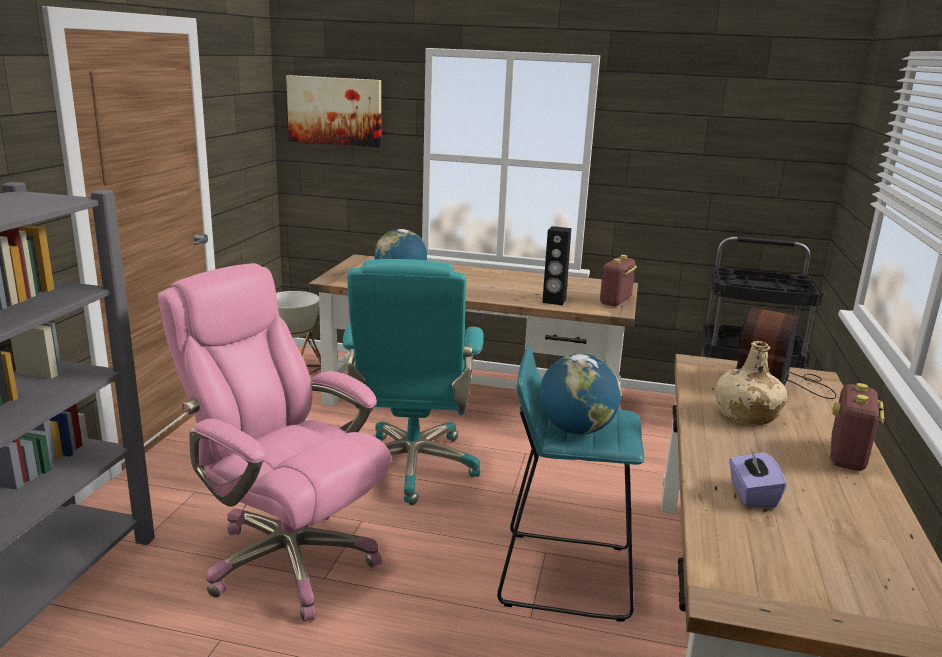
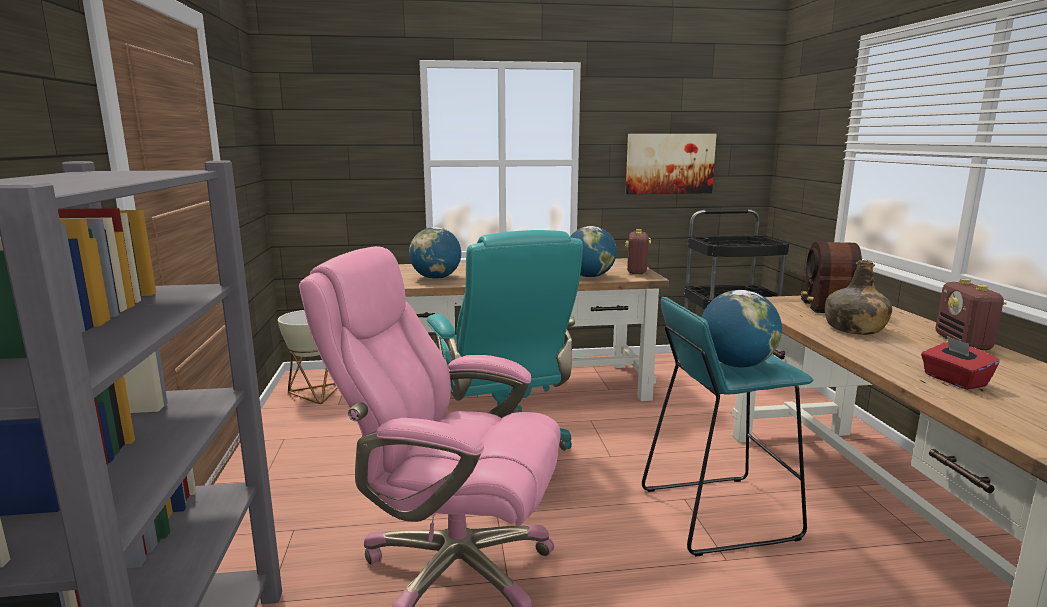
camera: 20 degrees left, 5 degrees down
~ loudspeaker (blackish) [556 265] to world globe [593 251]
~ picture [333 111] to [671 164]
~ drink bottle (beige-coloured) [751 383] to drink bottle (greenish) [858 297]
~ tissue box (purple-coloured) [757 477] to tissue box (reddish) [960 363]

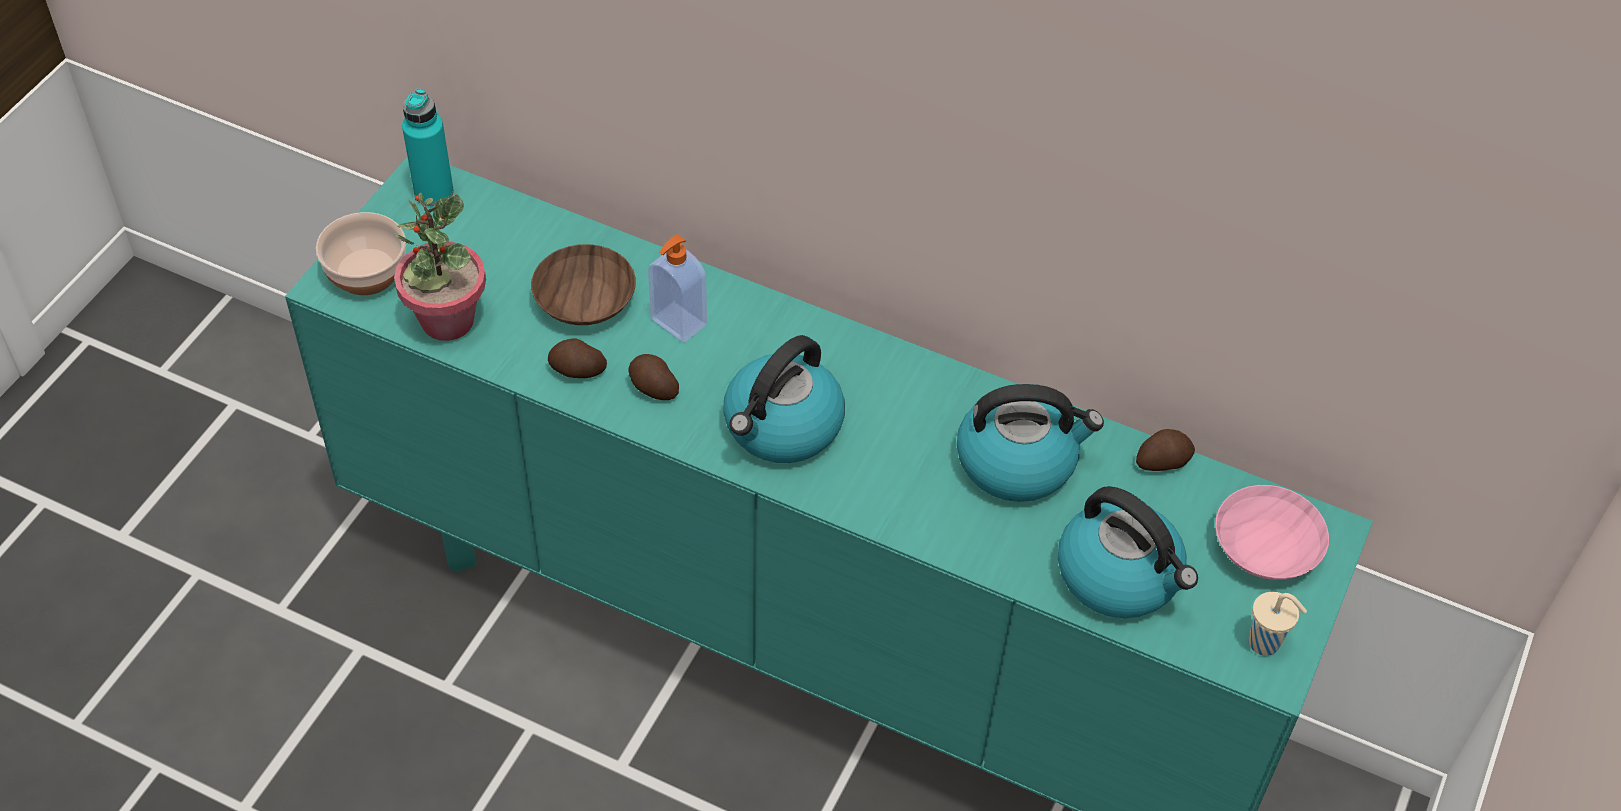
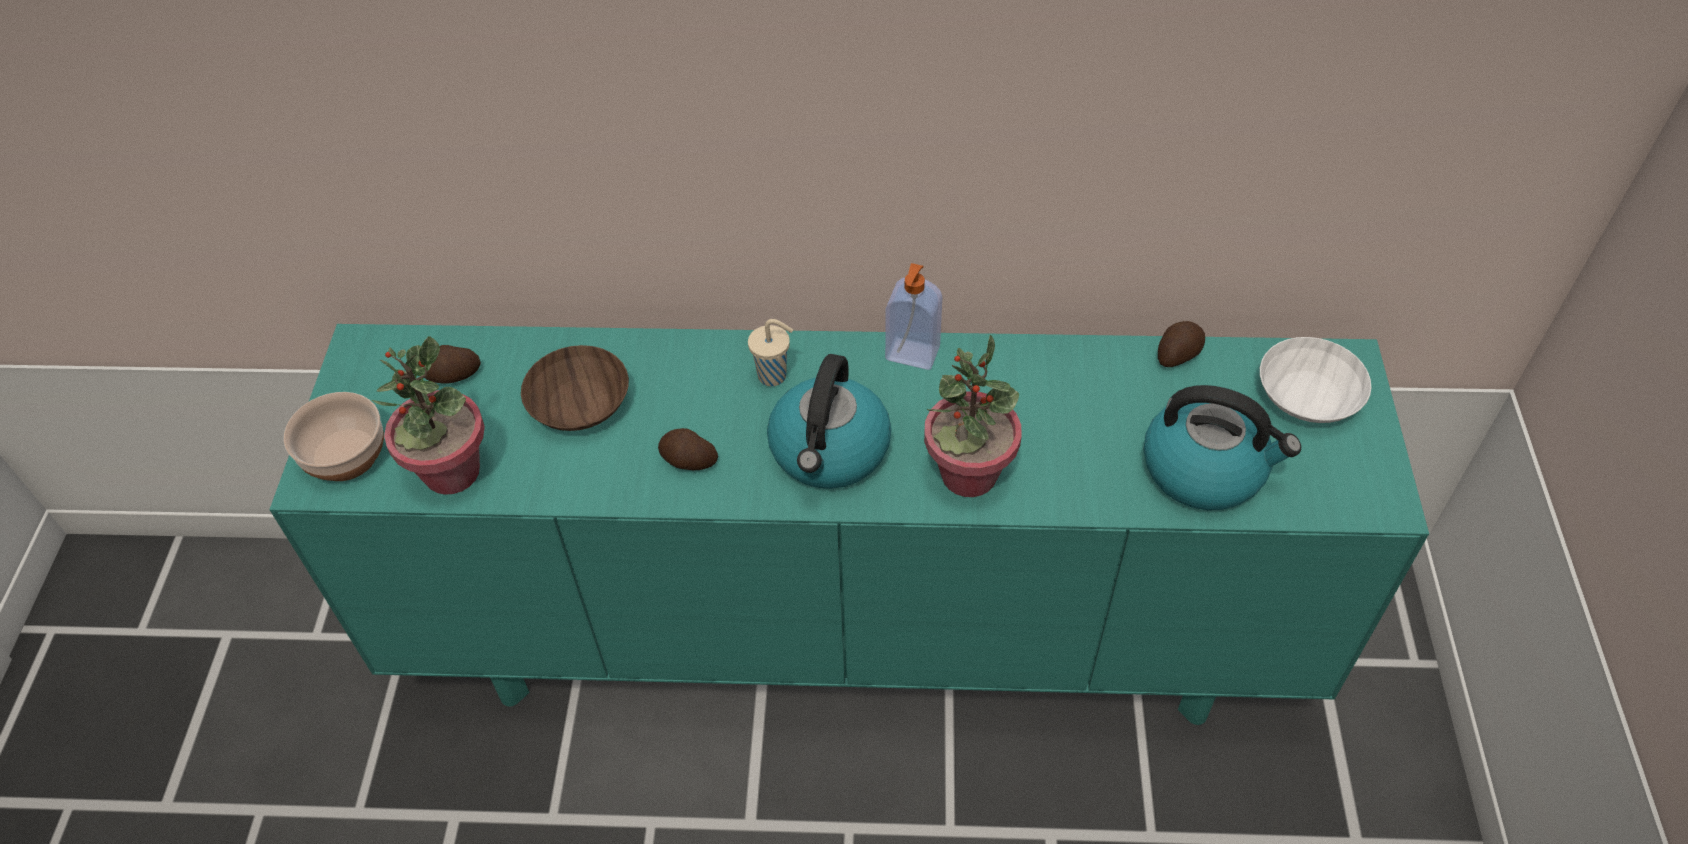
camera: 20 degrees left, 0 degrees up
~ whole potato [577 358] to [453 364]
~ drinking cup (beige-coloured) [1277 624] to [770 352]
~ soap dispenser [677 288] to [913 316]
+ potted plant [973 416]
~ bowl (pink-coloured) [1272 532] to bowl (white-coloured) [1315 380]
- drink bottle (blue-green) [428 147]
- kettle [1030 443]

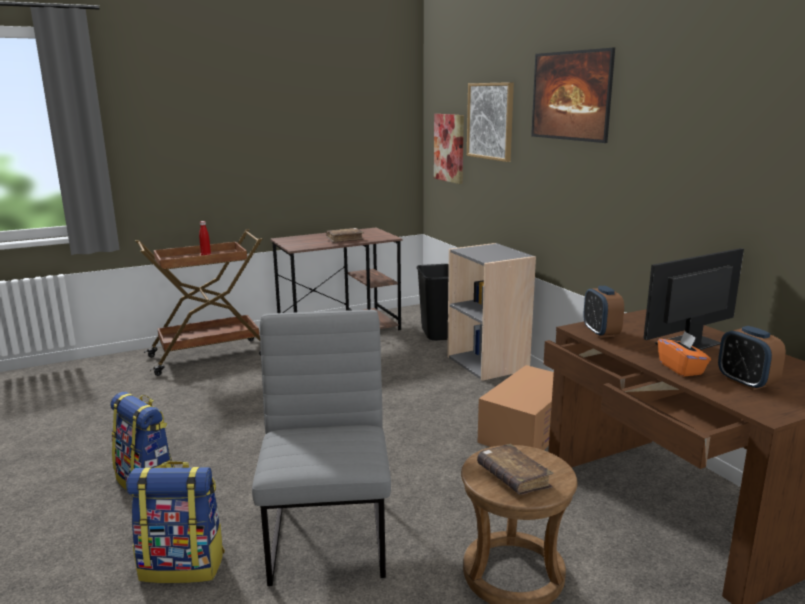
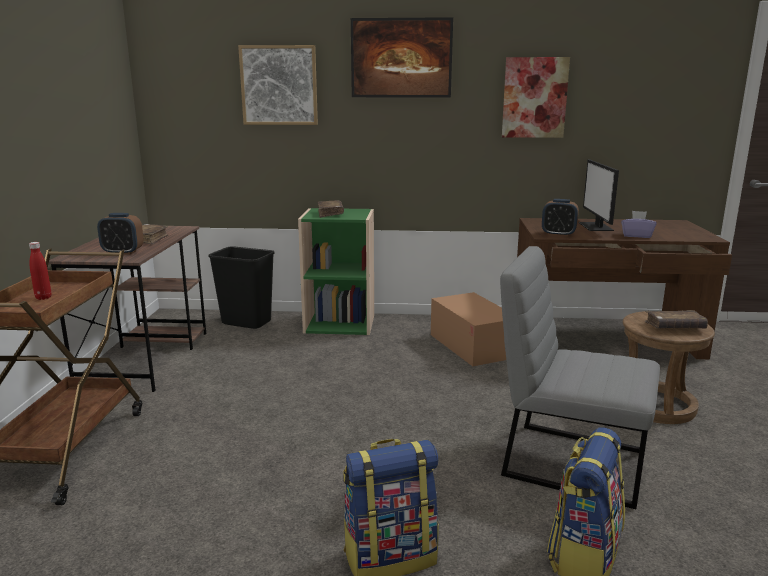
camera: 60 degrees left, 0 degrees up
~ alarm clock [752 358] to [120 234]
~ bookcase (grey) [491 312] to bookcase (greenish) [336 271]
+ book (brown-coloured) [330 209]
~ picture [449 149] to [536 97]
~ tissue box (orange-coloured) [684 354] to tissue box (purple-coloured) [639 224]

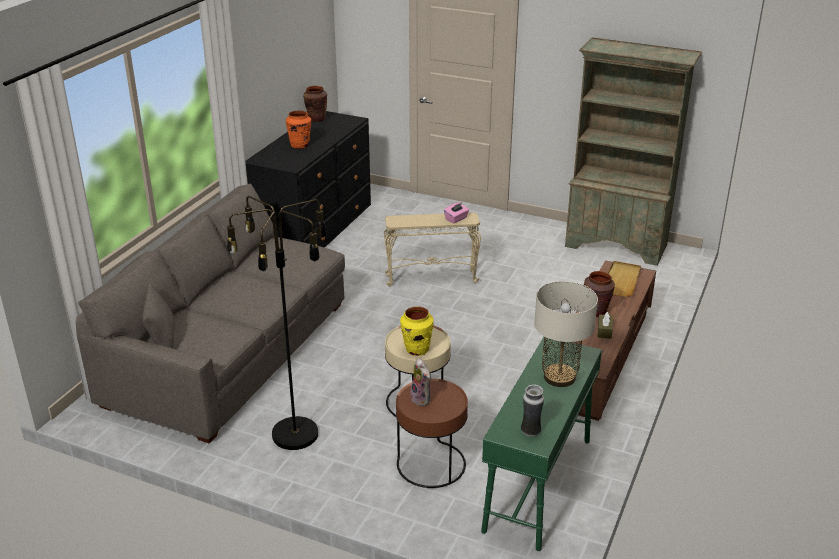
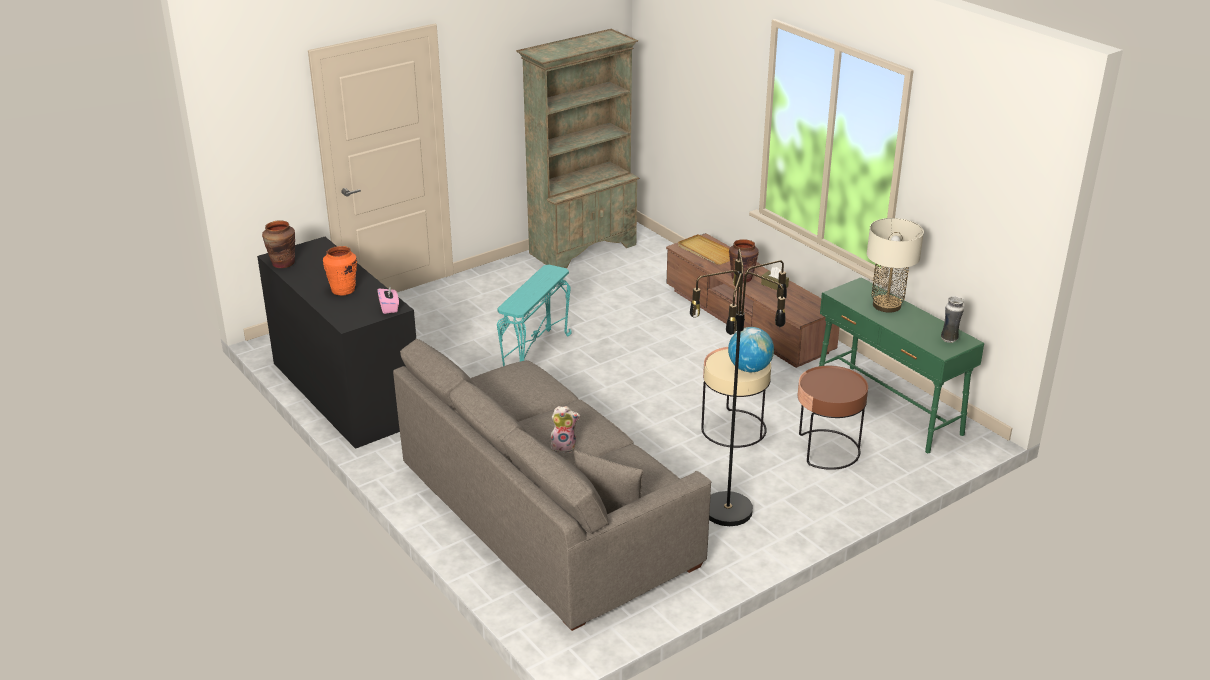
camera: 60 degrees left, 0 degrees up
~ tissue box (pink-coloured) [456 212] to [388 300]
~ end table (beige-coloured) [432 249] to end table (blue-green) [534 315]
~ soft toy [421 382] to [565 429]
~ vase (yellow-coloured) [417 331] to world globe [751 349]

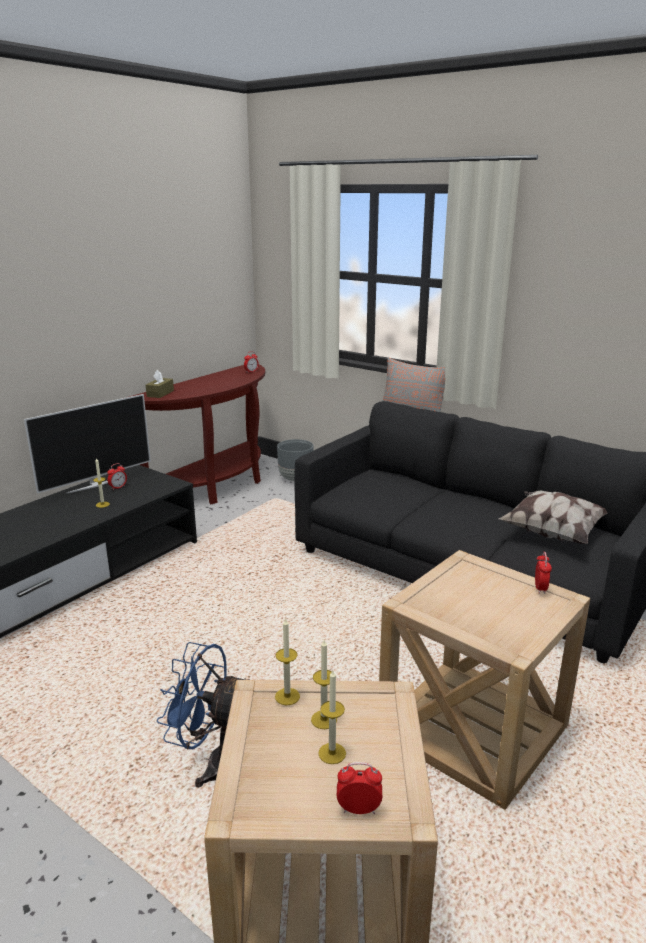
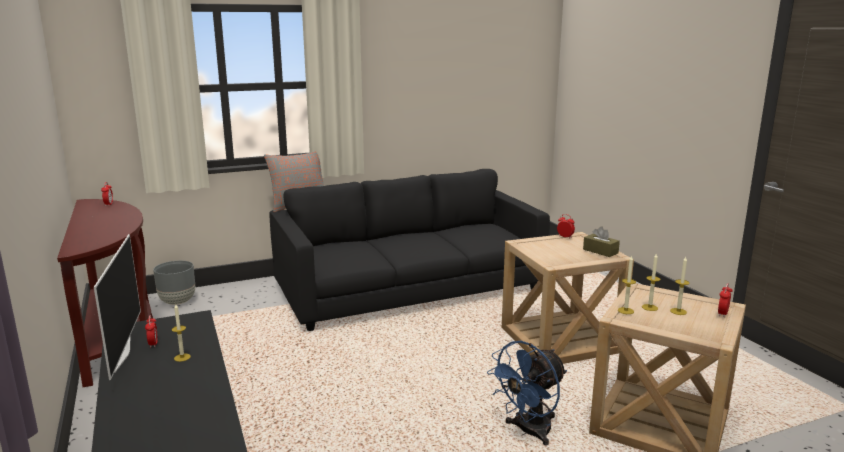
camera: 60 degrees left, 5 degrees down
~ tissue box (brown-coloured) [160 384] to [601 242]
- pillow [552 517]

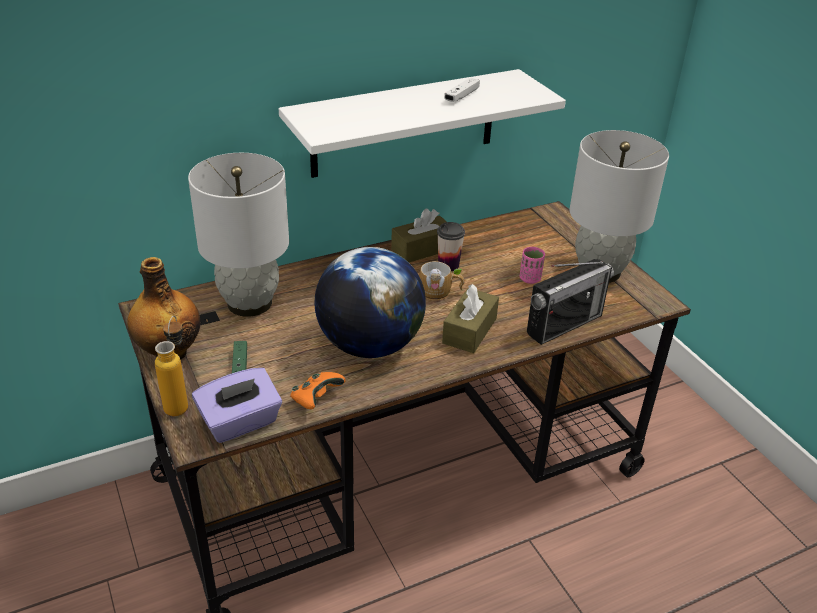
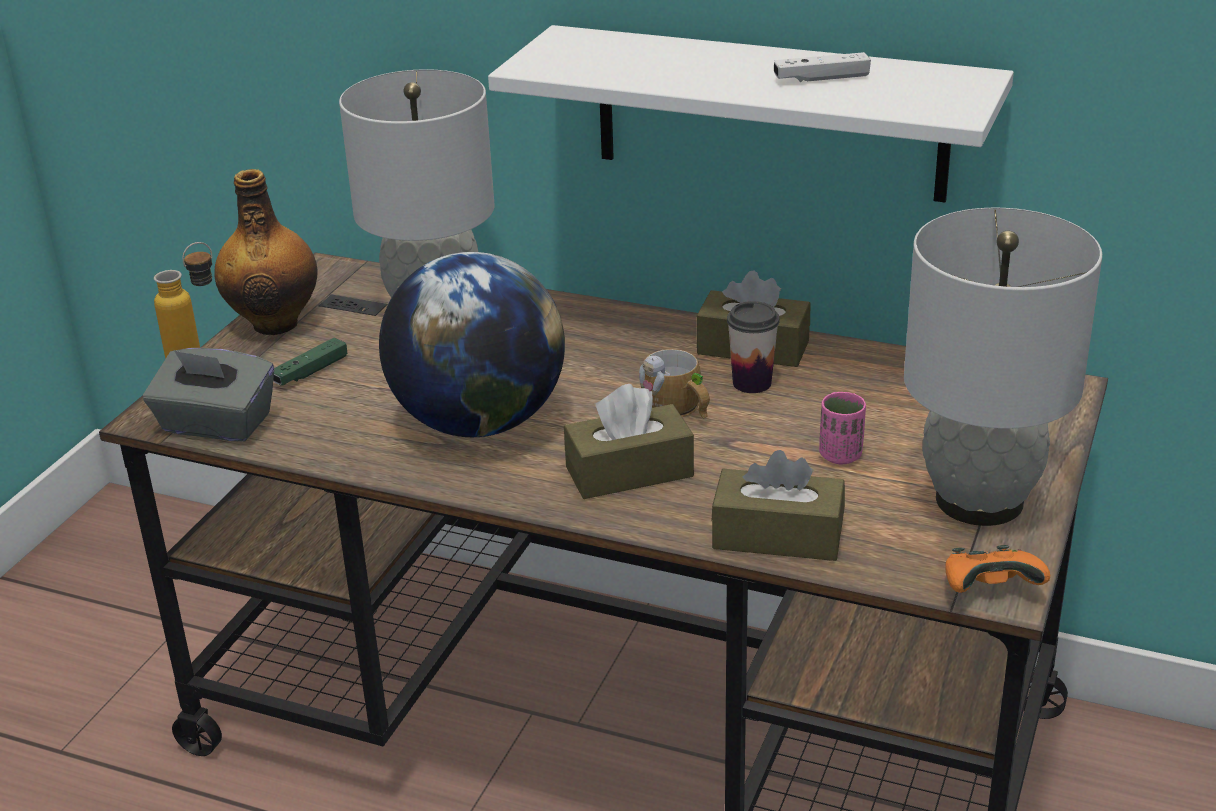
camera: 50 degrees right, 5 degrees down
~ tissue box (purple-coloured) [237 405] to tissue box (grey) [208 395]
~ radio set [570 302] to tissue box (brown-coloured) [778 505]
~ gamepad (orange-coloured) [318 390] to [997 569]

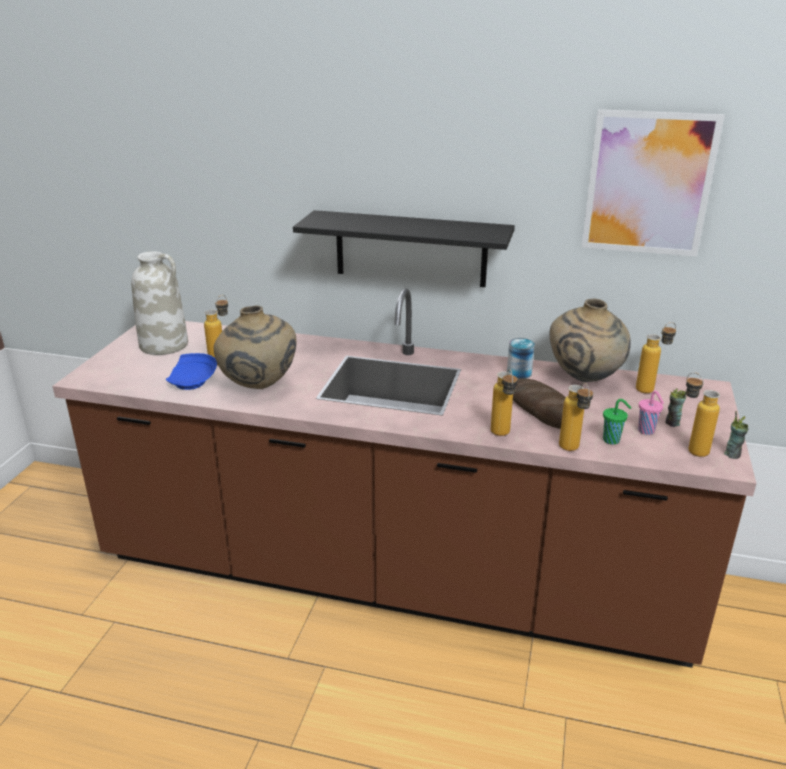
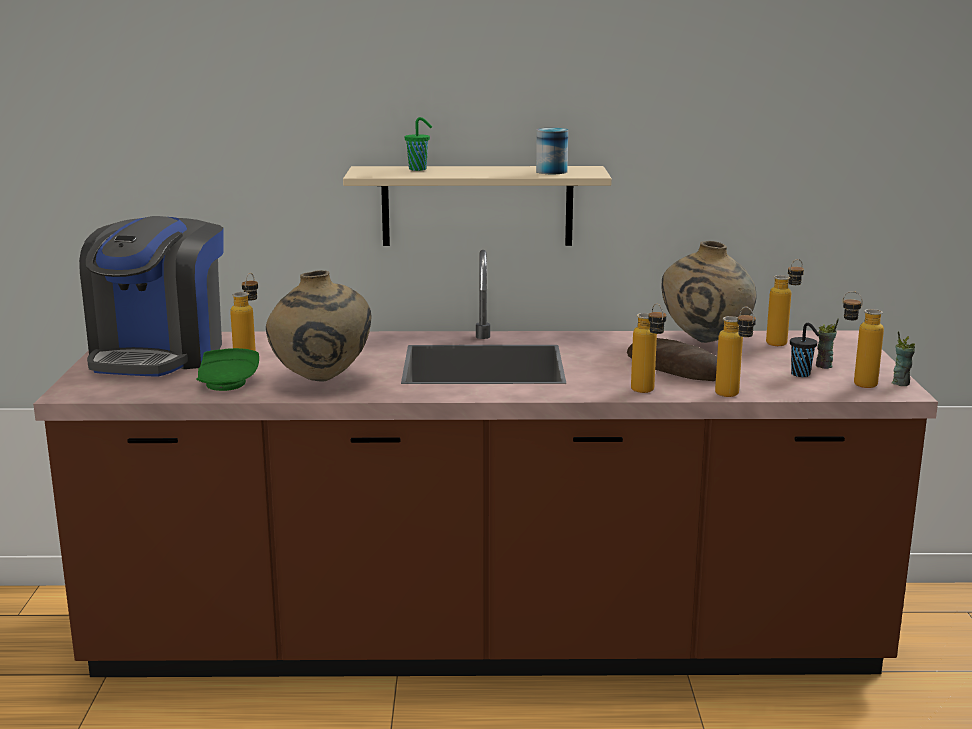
camera: 15 degrees left, 10 degrees down
~ vase (white-coloured) [159 303] to coffee brewer [151 296]
~ plate (bluish) [191 371] to plate (greenish) [227 369]
~ shelf (blackish) [404 248] to shelf (beige-coloured) [477 206]
~ drinking cup (greenish) [617 422] to [418 144]
~ metal can [521 358] to [552 151]
~ drinking cup (pink-coloured) [651 413] to drinking cup (blackish) [805 350]
- picture [653 183]

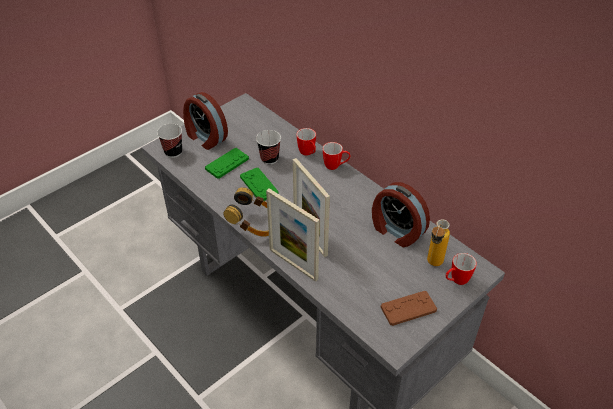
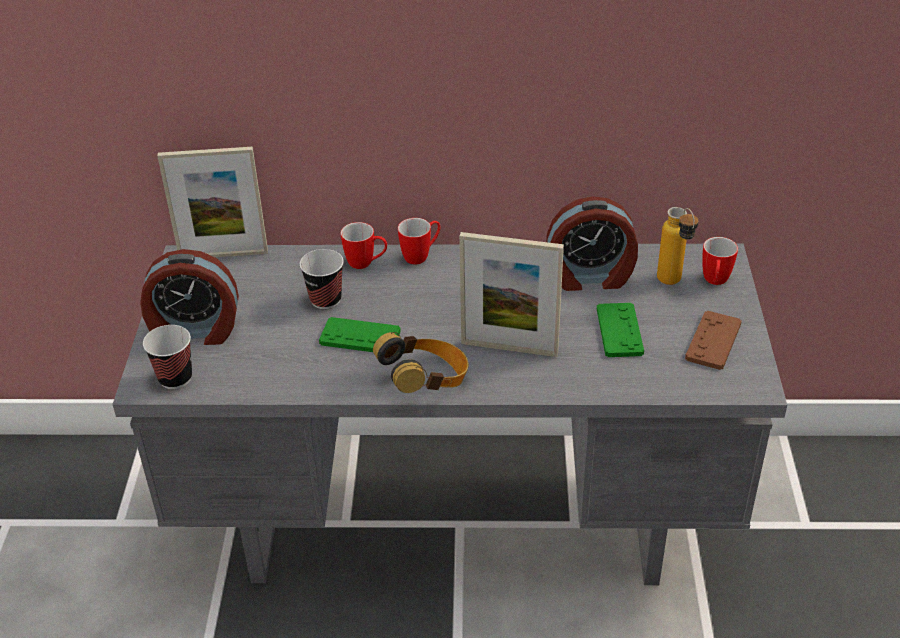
camera: 45 degrees left, 5 degrees down
~ picture frame [293 235] to [212 202]
~ gamepad (greenish) [227 163] to [620 330]

